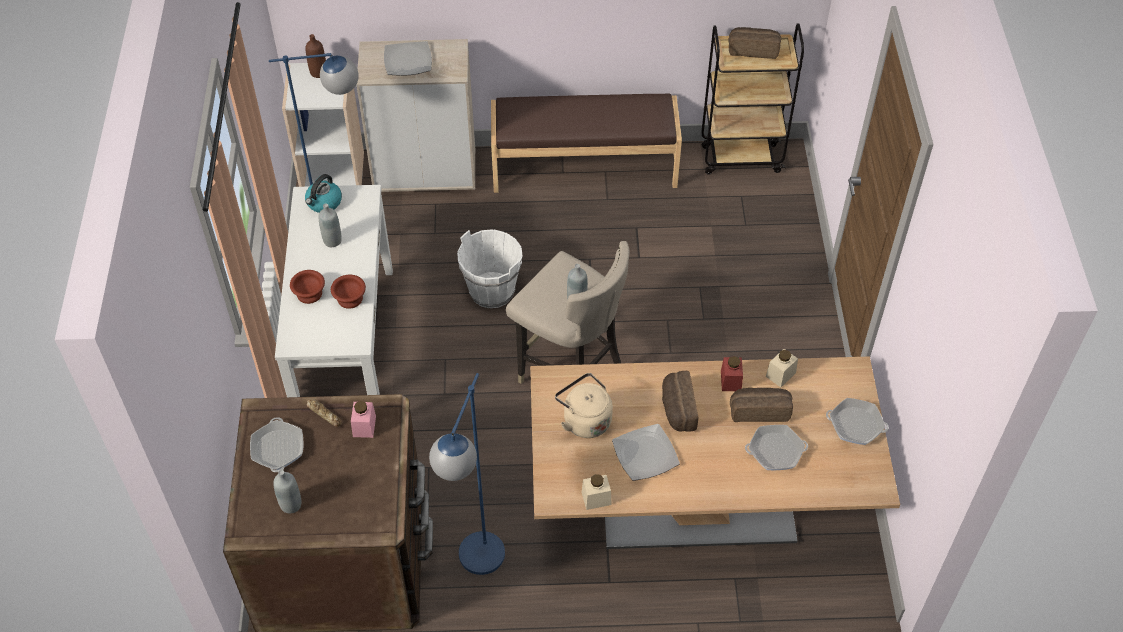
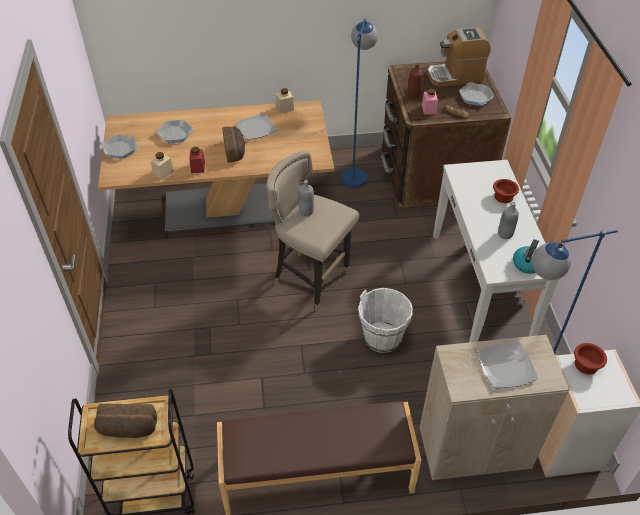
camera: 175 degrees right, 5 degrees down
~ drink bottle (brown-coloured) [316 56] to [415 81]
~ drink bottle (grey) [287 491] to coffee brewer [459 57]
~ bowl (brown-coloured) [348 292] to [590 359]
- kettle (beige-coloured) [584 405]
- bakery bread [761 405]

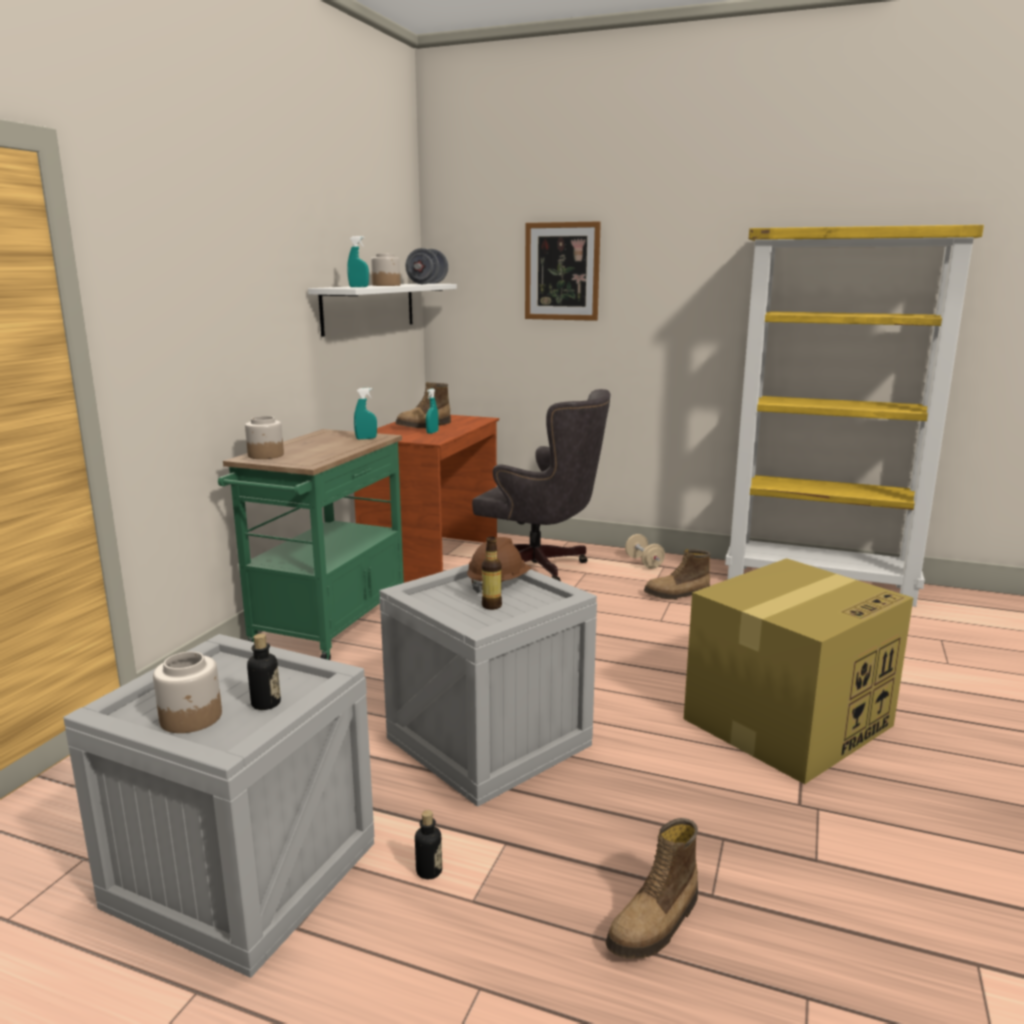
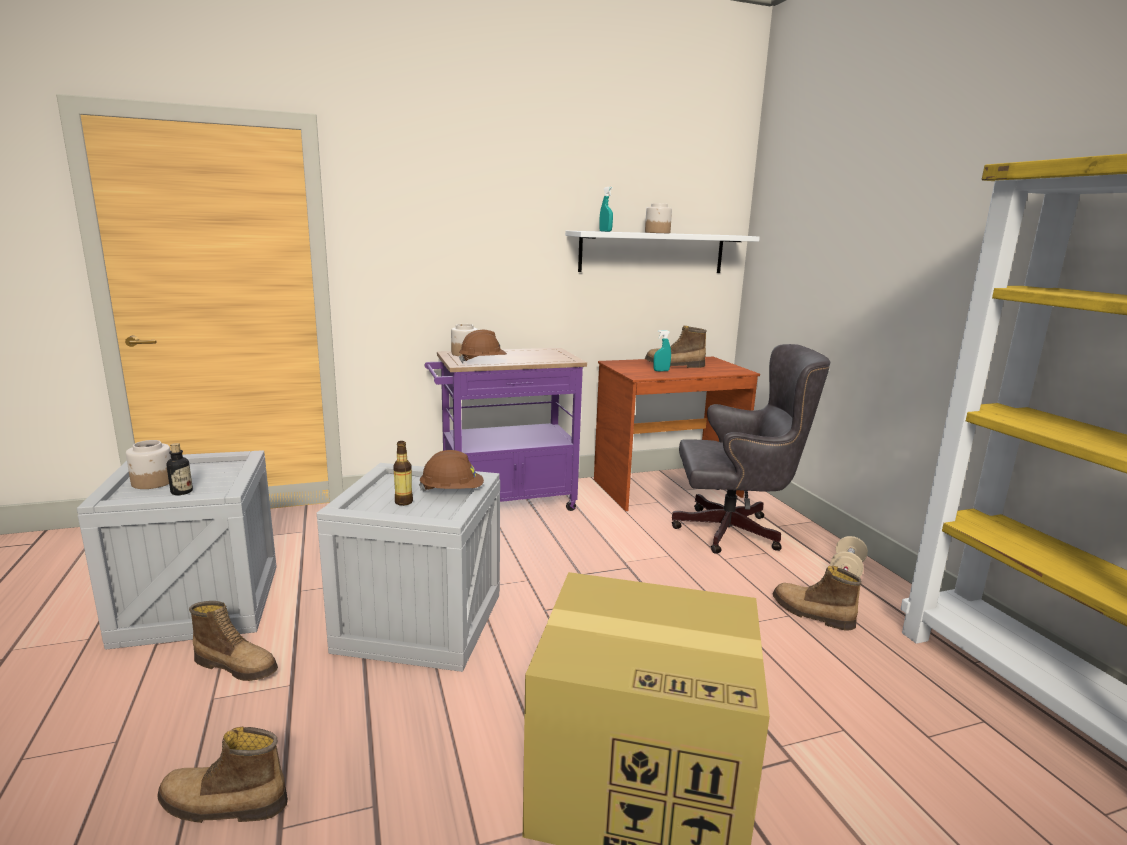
camera: 50 degrees right, 0 degrees up
~ drink bottle [428 844] to high-top boot [233 641]
~ wheeled cart (greenish) [311 544] to wheeled cart (purple-coloured) [506 429]
+ hard hat (brown-coloured) [483 346]
~ desk chair (grey) [541 485] = [751 449] 75 degrees counterclockwise
- hand sprayer (blue-green) [365 413]
- free weight (grey) [426 266]
- picture [563 271]

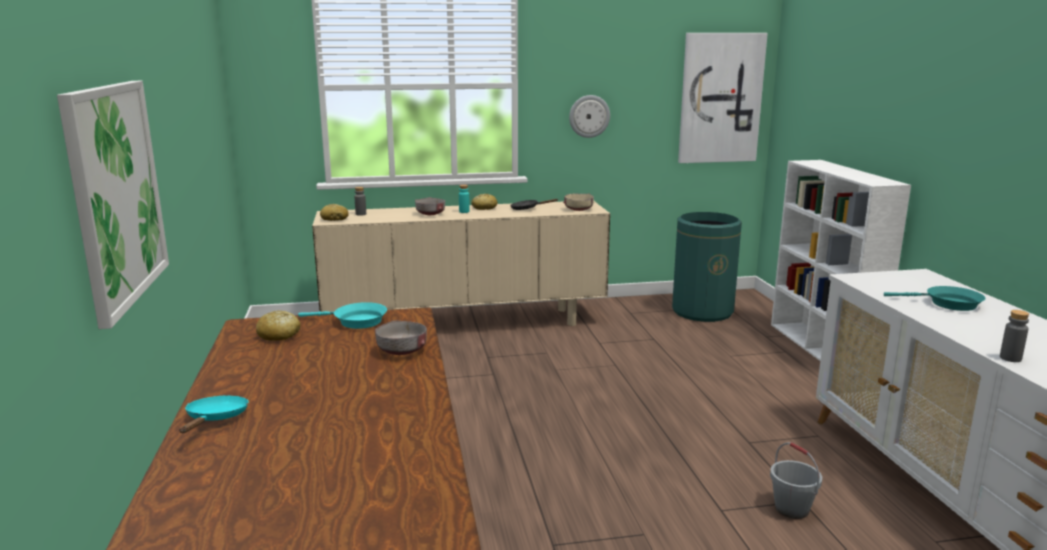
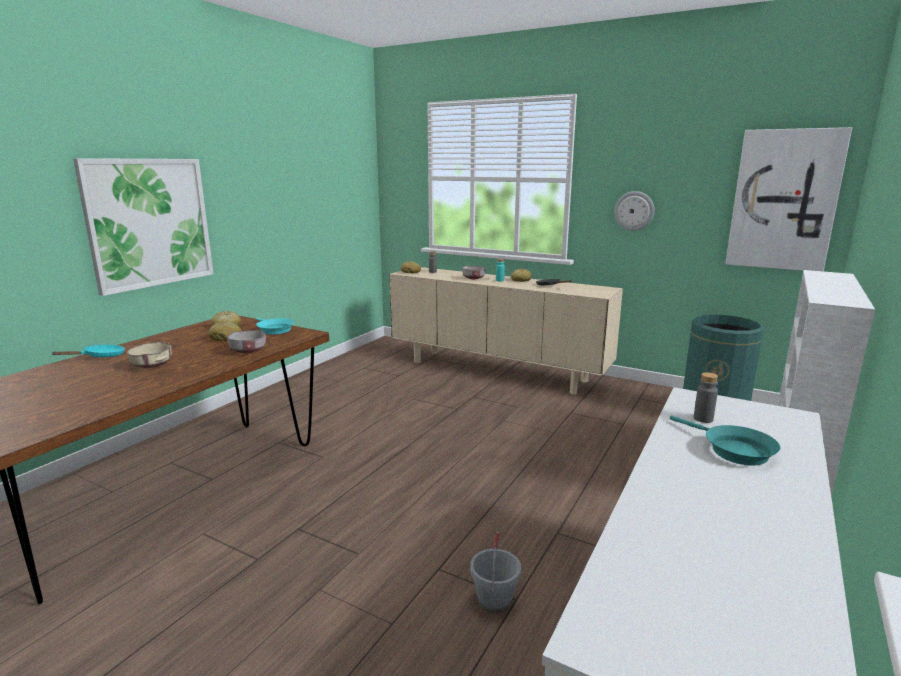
camera: 40 degrees right, 0 degrees up
~ bowl (beige-coloured) [579 202] to [149 355]
+ bakery bread [225 331]
~ drink bottle (grey) [1014 336] to [706 397]

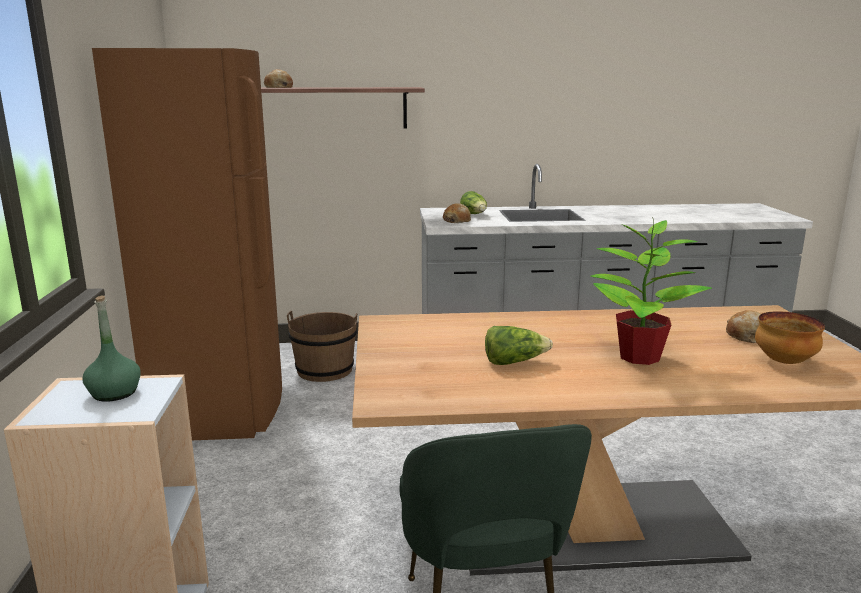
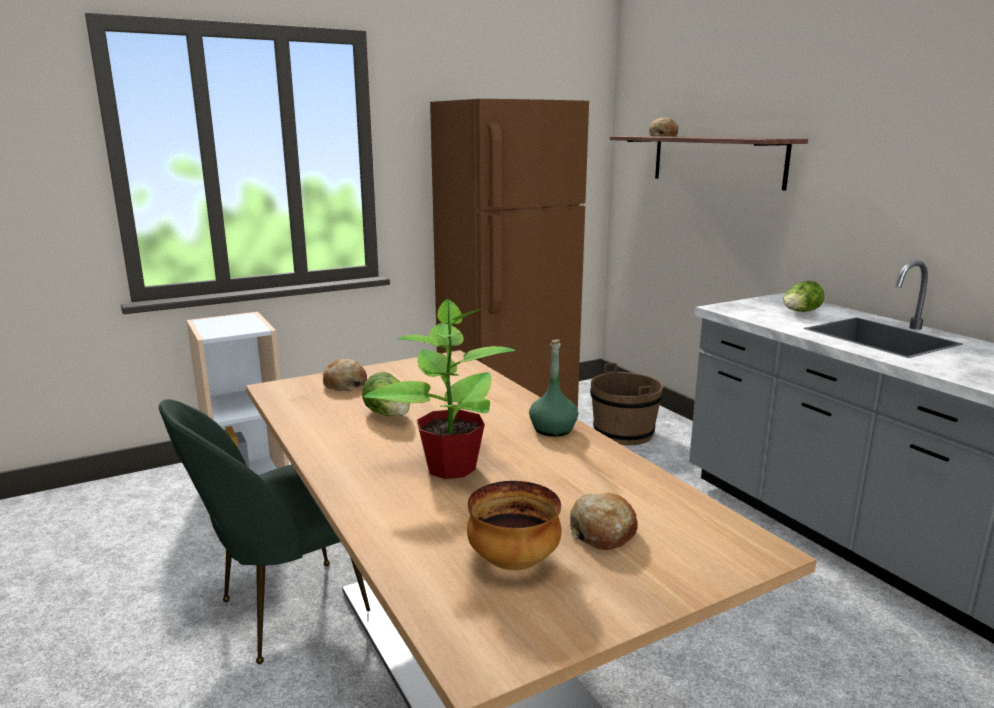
camera: 65 degrees right, 0 degrees up
~ bakery bread [457 213] to [344 375]
~ drink bottle (greenish) [111 349] to [553 388]

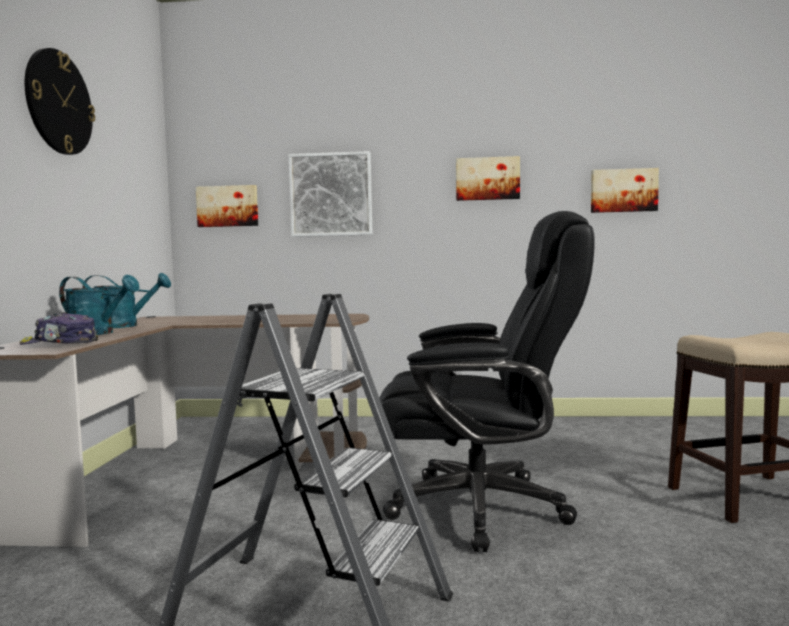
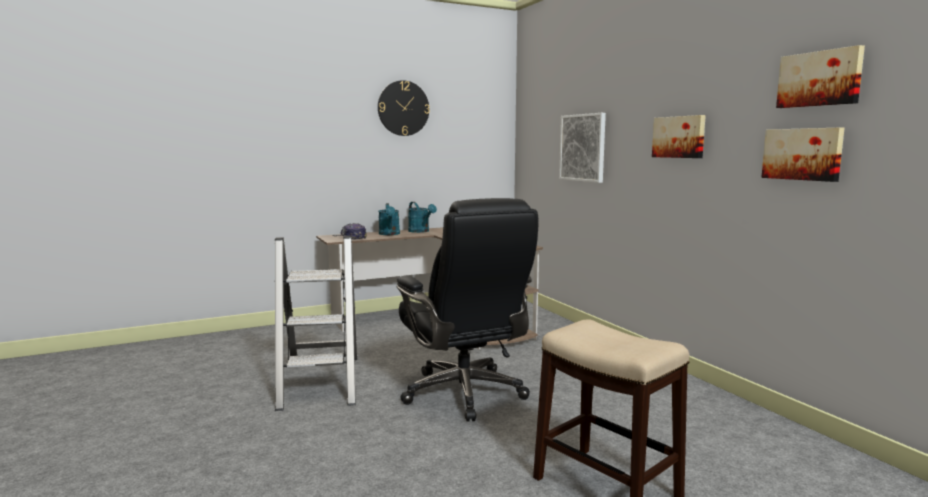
camera: 60 degrees right, 5 degrees up
~ picture [227 206] to [820 76]

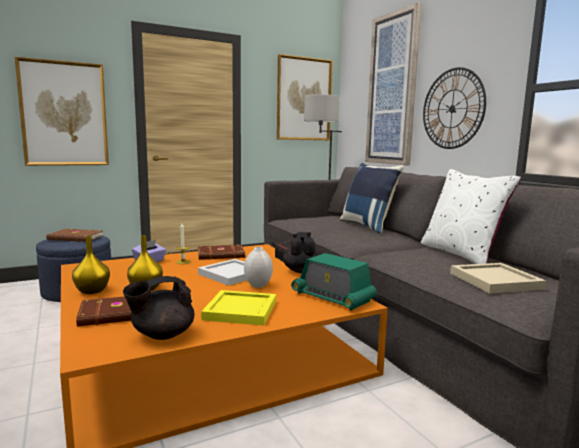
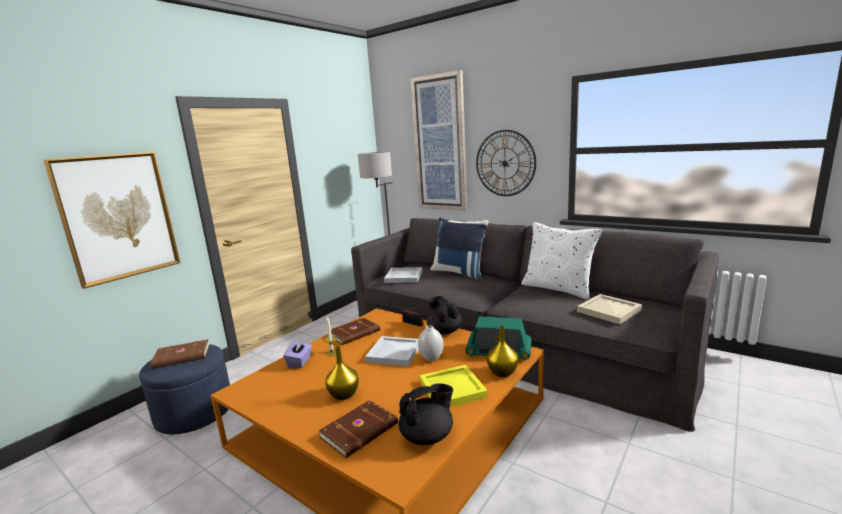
camera: 25 degrees left, 5 degrees up
+ carrying tray (white-coloured) [403 275]
~ tea pot (blackish) [159 308] = [426 414] 150 degrees counterclockwise
~ vase (yellow-coloured) [91 265] to [502 351]
- picture [305 97]

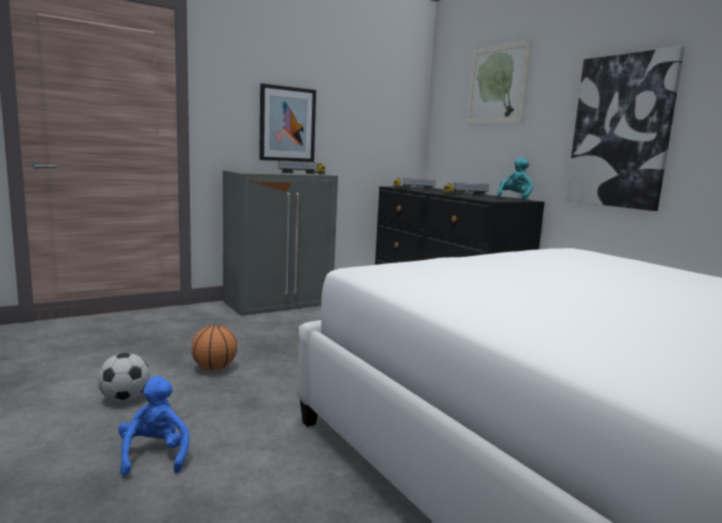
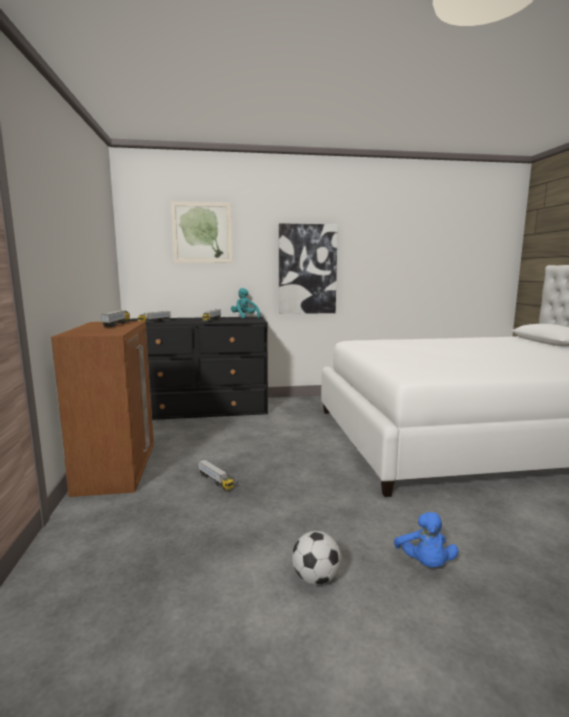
camera: 65 degrees left, 0 degrees up
~ storage cabinet (grey) [280 243] to storage cabinet (brown-coloured) [102 409]
+ model truck [216 475]
~ soft toy (bluish) [153 426] = [426 540] 105 degrees counterclockwise
- basketball ball [214 347]
- picture [287 122]

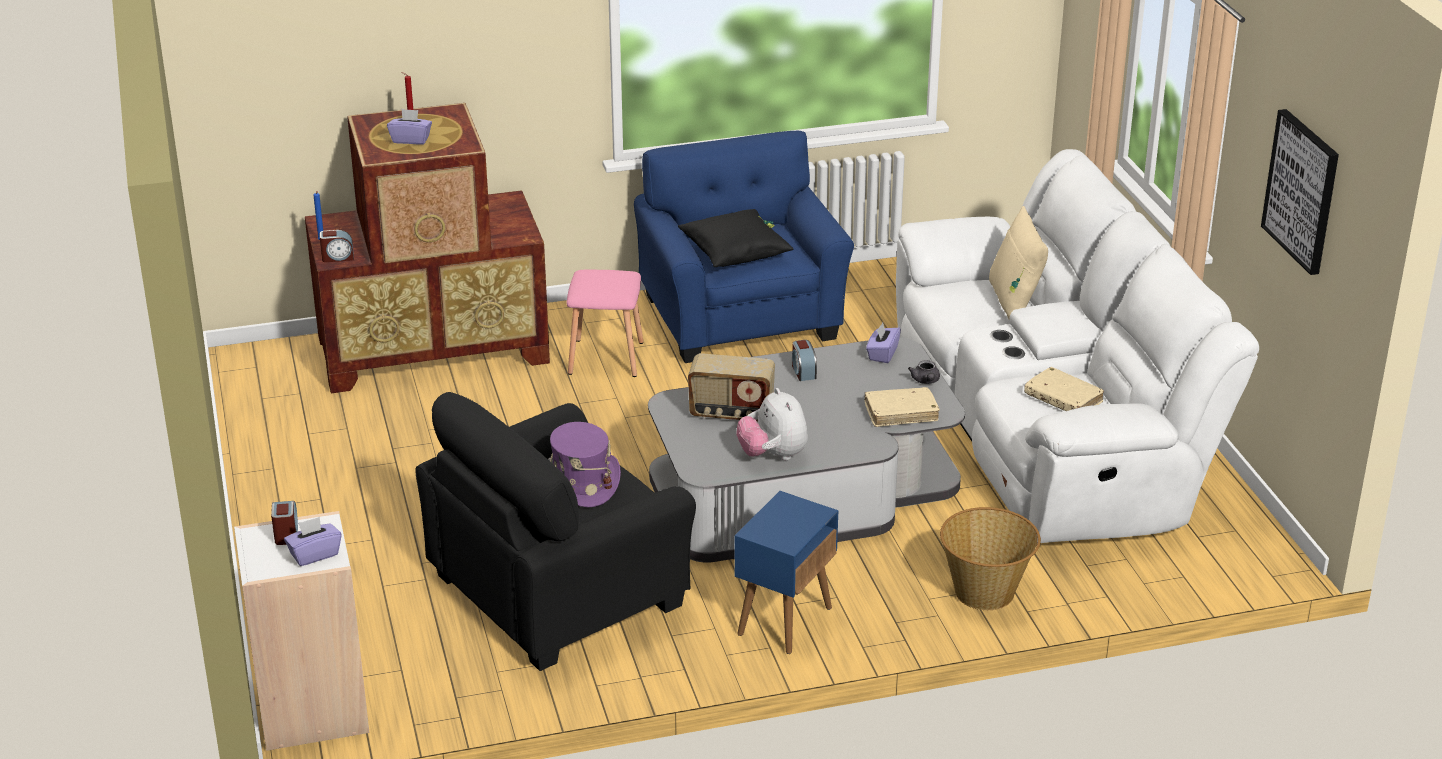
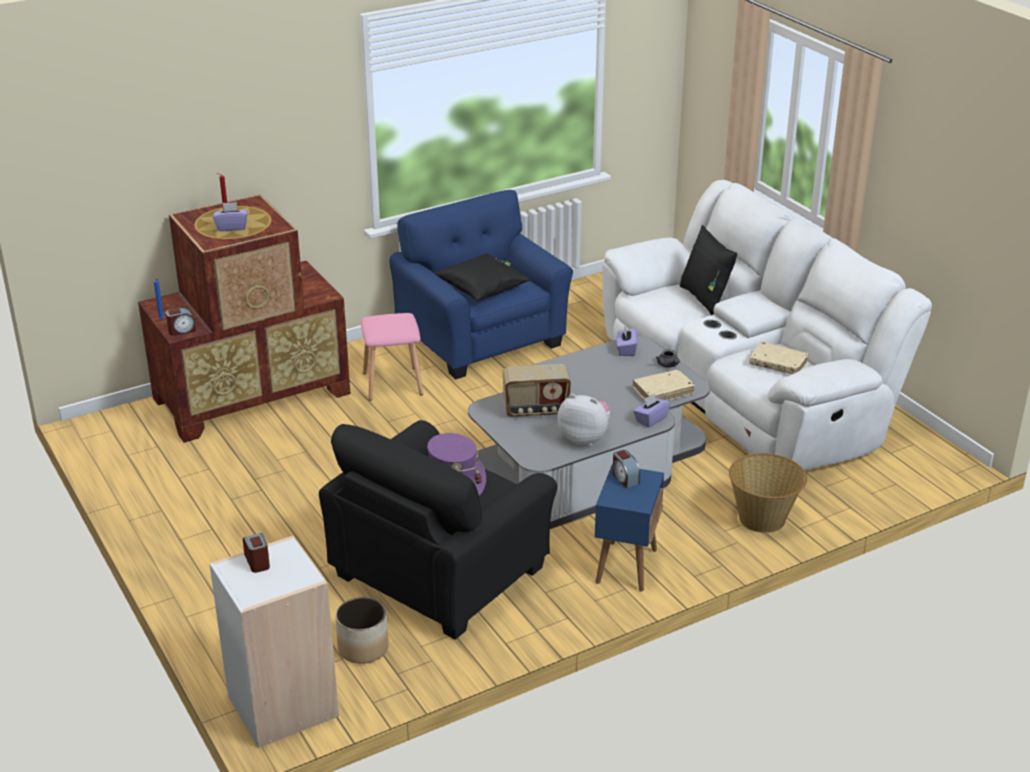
camera: 15 degrees left, 0 degrees up
+ flower pot [362 630]
~ soft toy [772 424] = [583 420] 150 degrees clockwise
~ alarm clock [804 360] to [626 469]
~ tissue box (purple-coloured) [313 541] to [652 410]
~ pillow (beige-coloured) [1018 262] to pillow (blackish) [708 270]
- picture [1300 192]

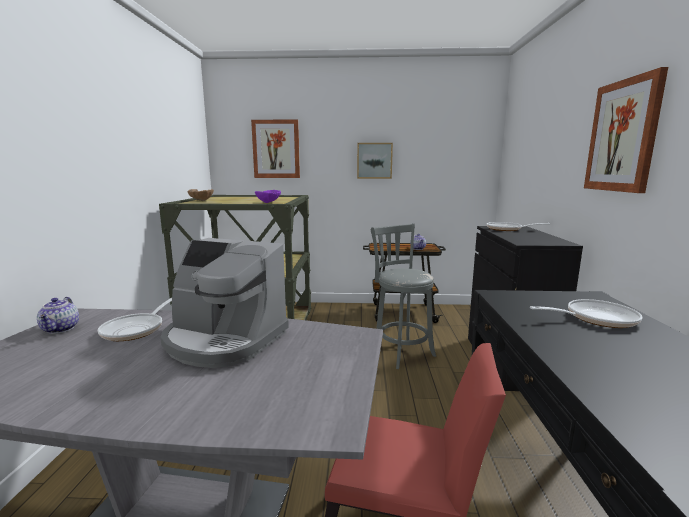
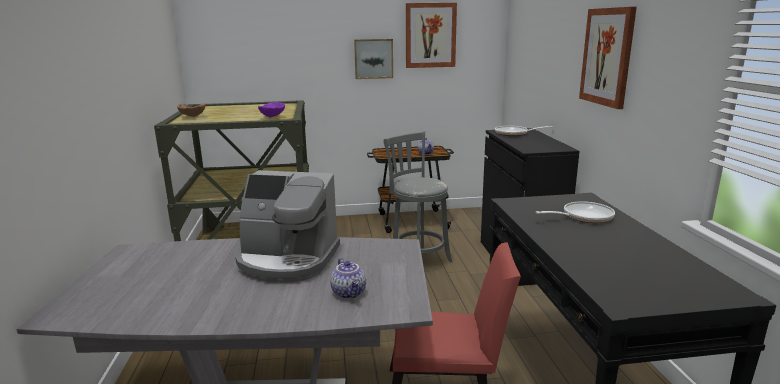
camera: 10 degrees left, 5 degrees up
~ tea pot [58 315] to [348 278]
~ picture [275 148] to [431 35]
- skillet [135 319]

